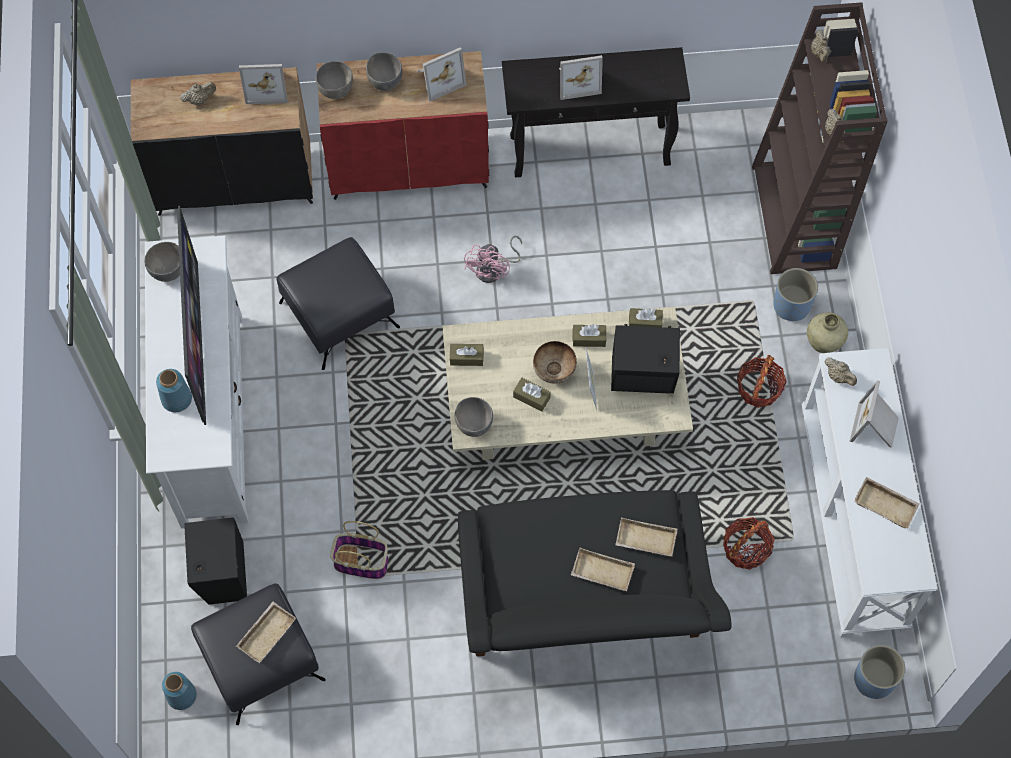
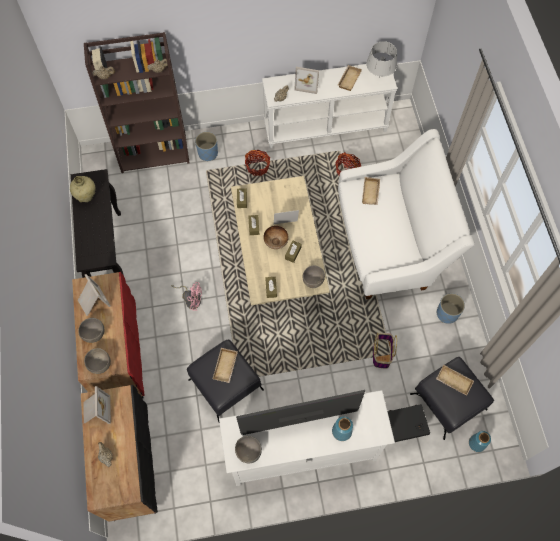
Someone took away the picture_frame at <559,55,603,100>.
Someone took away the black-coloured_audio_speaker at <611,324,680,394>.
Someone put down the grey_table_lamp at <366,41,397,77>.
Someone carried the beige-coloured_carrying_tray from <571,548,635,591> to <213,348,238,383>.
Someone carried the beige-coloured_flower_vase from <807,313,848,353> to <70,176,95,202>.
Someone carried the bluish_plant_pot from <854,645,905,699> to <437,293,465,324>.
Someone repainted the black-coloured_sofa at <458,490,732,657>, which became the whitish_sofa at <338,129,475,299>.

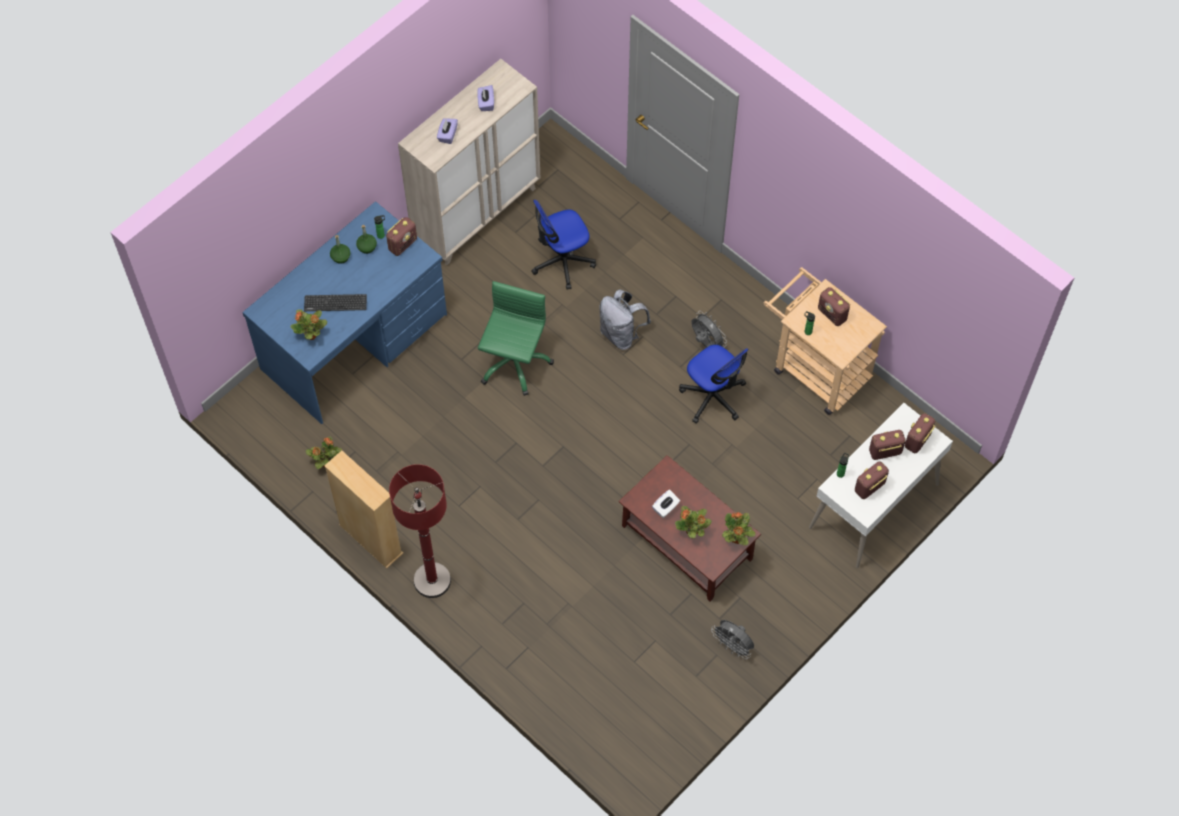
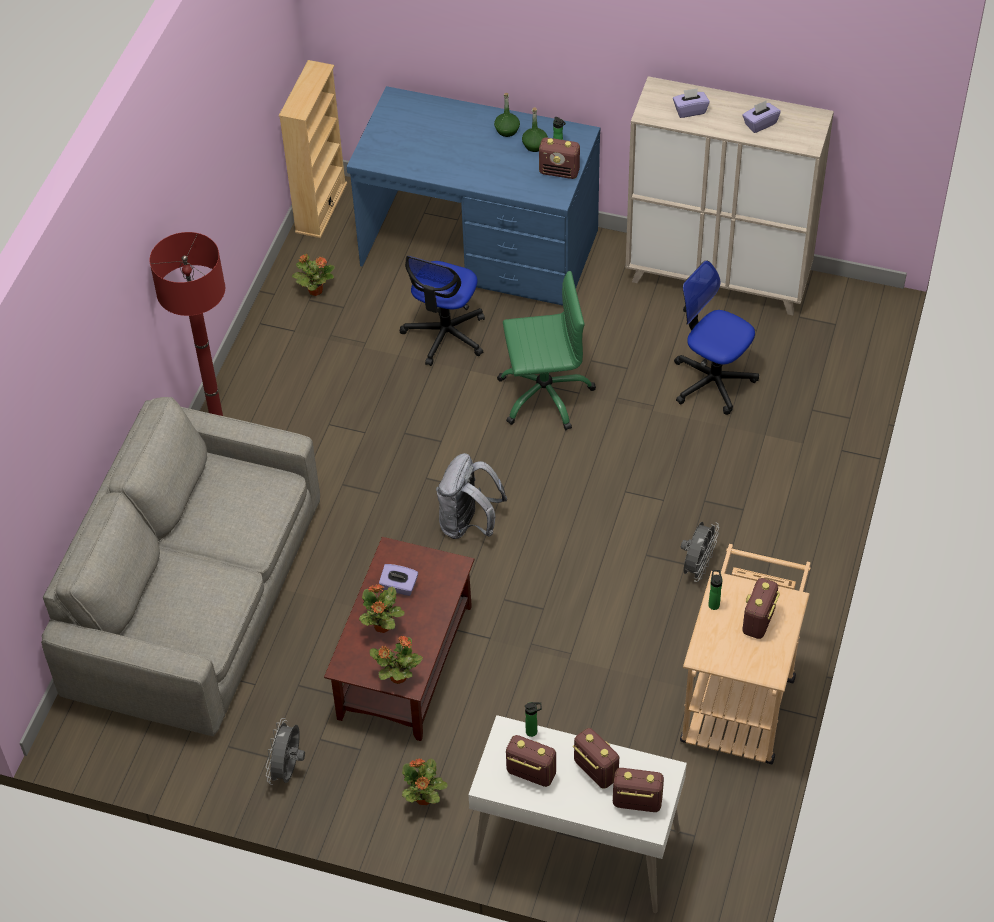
Someone took away the keyboard at <304,294,367,311>.
Someone put down the grey_sofa at <41,397,320,736>.
Someone carried the potted_plant from <291,309,327,340> to <402,758,448,805>.
Someone carried the beige-coloured_bookcase from <324,450,403,569> to <279,60,347,238>.
Someone carried the grey_backpack from <599,290,651,350> to <436,453,507,539>.
Someone carried the office_chair from <679,345,748,424> to <400,256,485,366>.
Someone repainted the whitish_box_of_tissues at <652,490,680,518>, which became the purple_box_of_tissues at <379,564,418,596>.

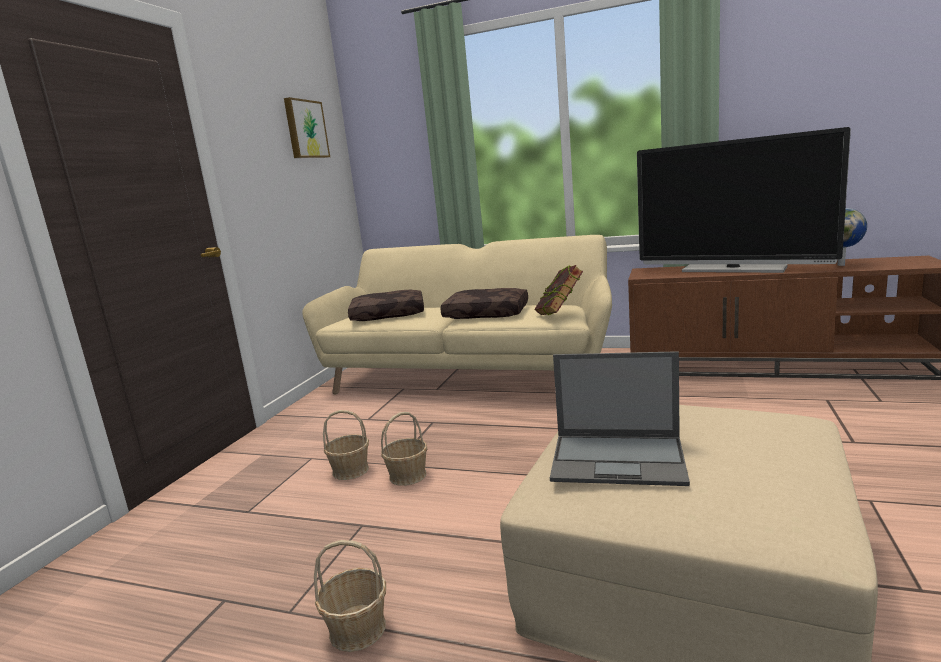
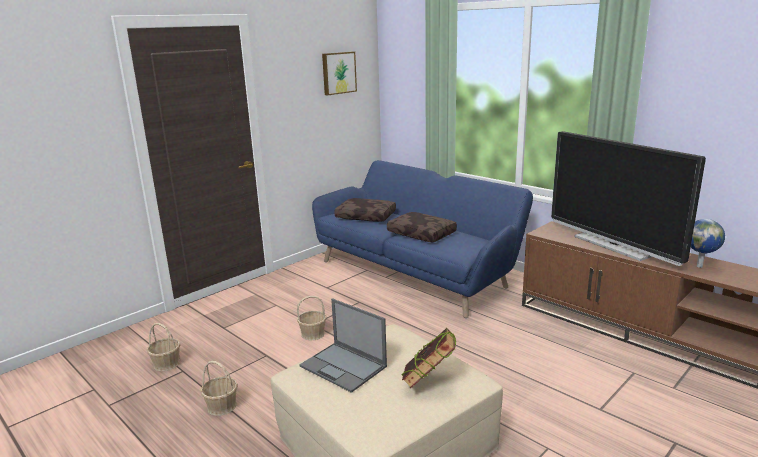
Someone carried the household_basket from <323,410,369,480> to <147,323,180,371>.
Someone carried the volume from <534,265,583,315> to <402,328,456,389>.
Someone repainted the beige-coloured_sofa at <302,235,612,395>, which became the bluish_sofa at <312,160,533,318>.

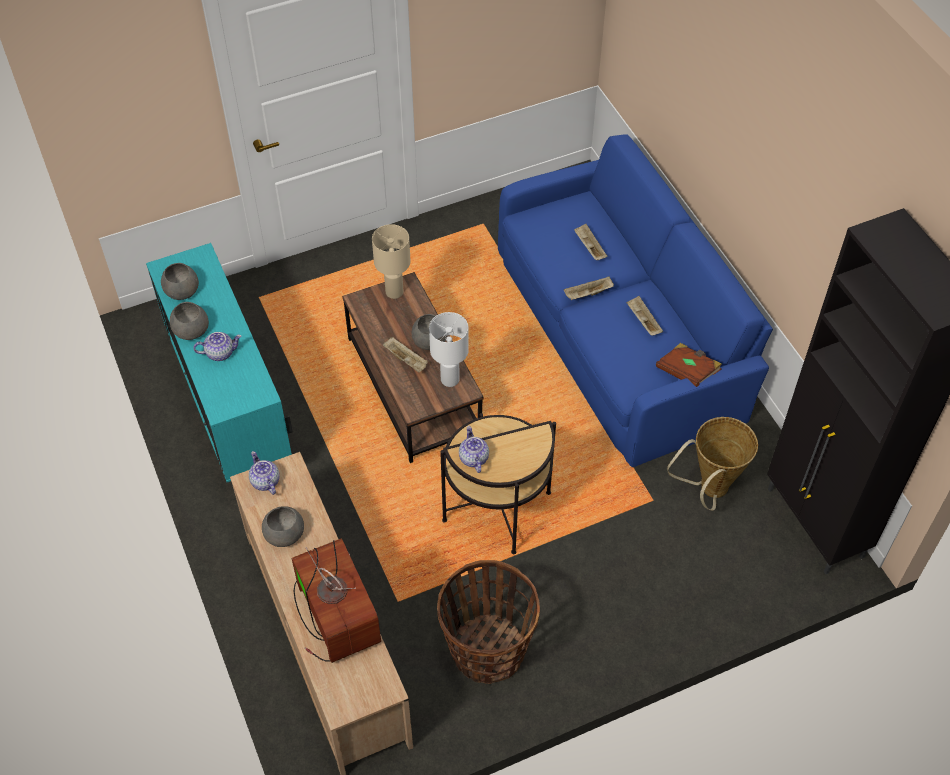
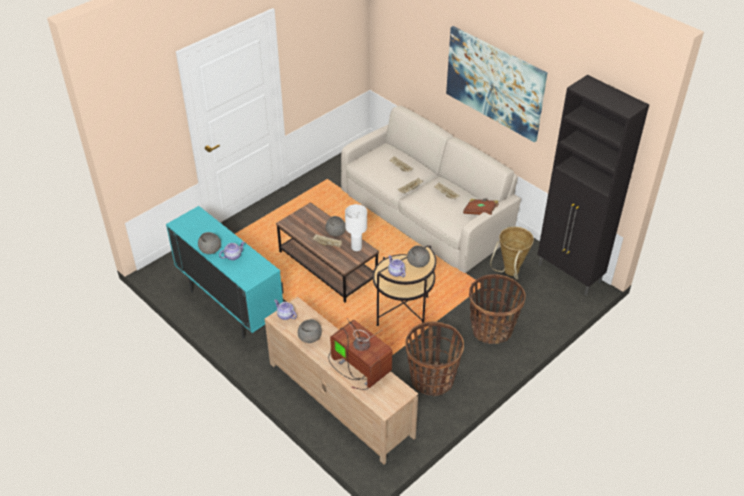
Someone took away the beige-coloured_table_lamp at <372,224,411,299>.
Someone put up the picture at <446,26,547,142>.
Someone put down the household_basket at <469,274,526,344>.
Someone carried the grey_deep_dish from <161,263,199,300> to <407,245,430,268>.
Someone repainted the bluish_sofa at <498,134,773,467>, which became the beige-coloured_sofa at <341,106,521,273>.

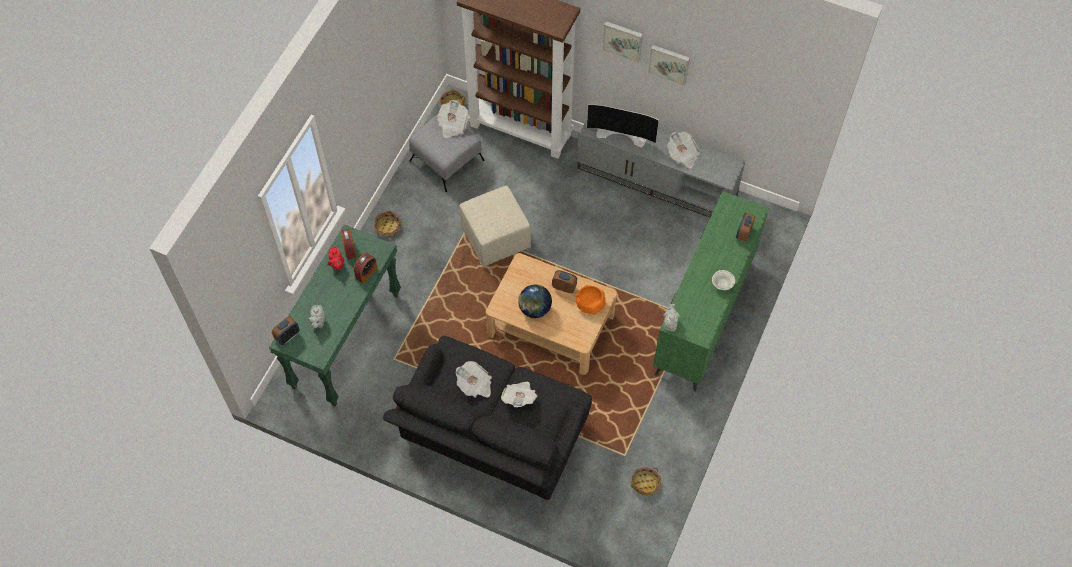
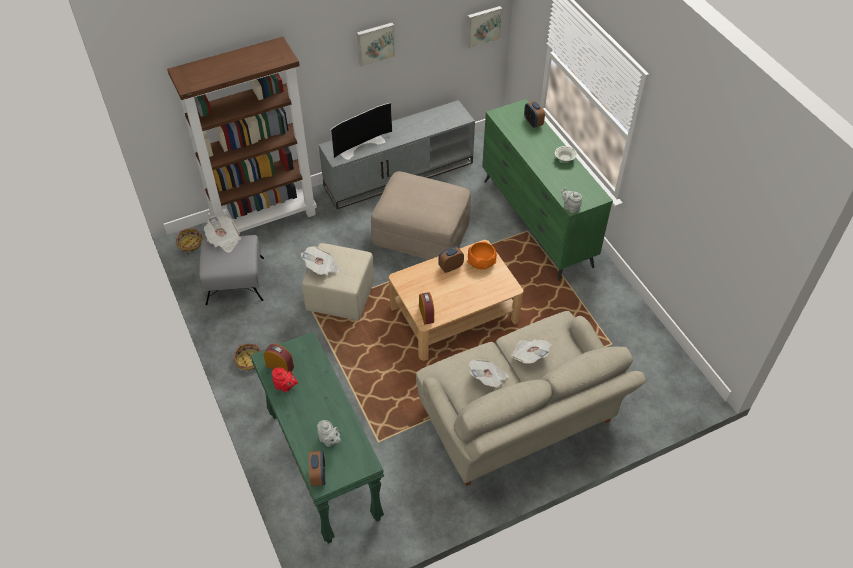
Someone took away the world_globe at <518,285,552,318>.
Someone took away the household_basket at <631,467,661,496>.
Someone put down the beige-coloured_pouffe at <371,171,471,259>.
Someone carried the table_clock from <354,253,378,283> to <419,292,434,325>.
Someone carried the picture from <602,21,643,63> to <467,6,502,48>.
Someone carried the printed_paper from <667,132,700,169> to <301,246,340,275>.
Someone repainted the black-coloured_sofa at <383,336,592,501>, which became the beige-coloured_sofa at <416,311,646,486>.

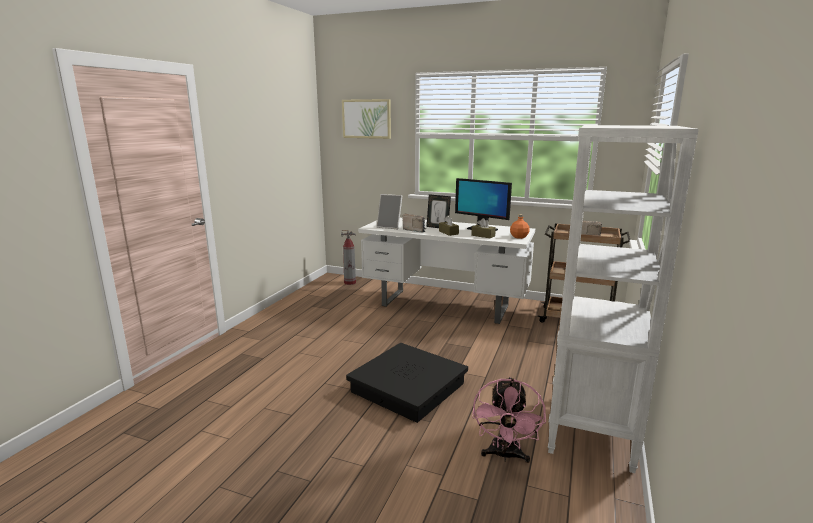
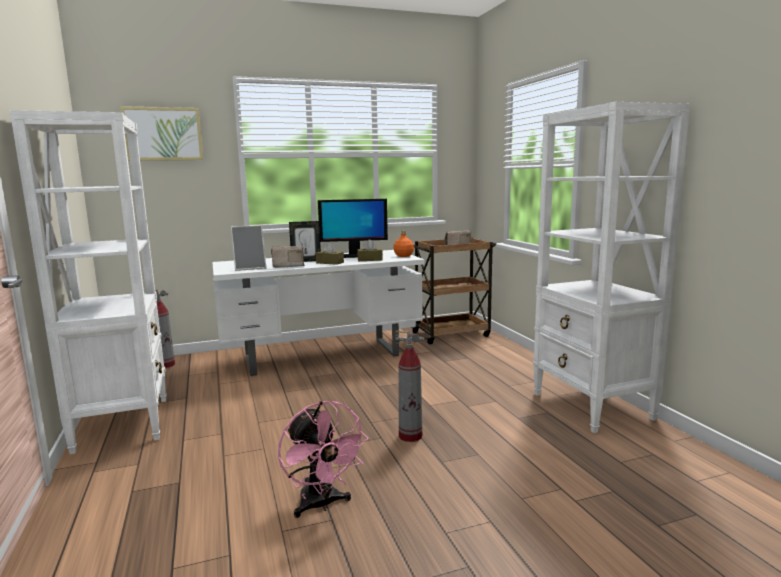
Someone put down the whitish_bookcase at <10,110,167,454>.
Someone carried the pinkish_fan from <472,377,546,463> to <278,401,369,518>.
Someone swapped the black-coloured_storage_box at <346,343,468,423> for the extinguisher at <395,331,424,442>.

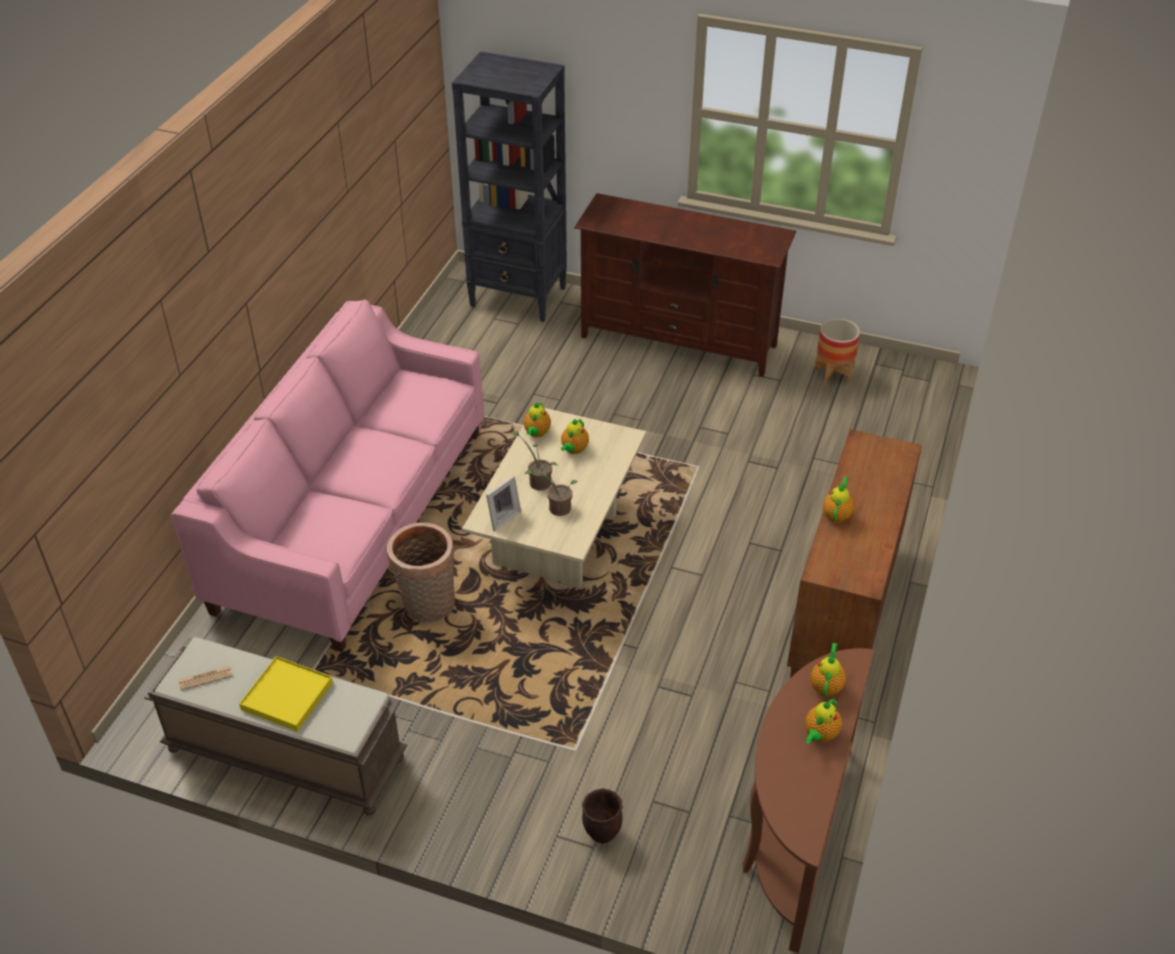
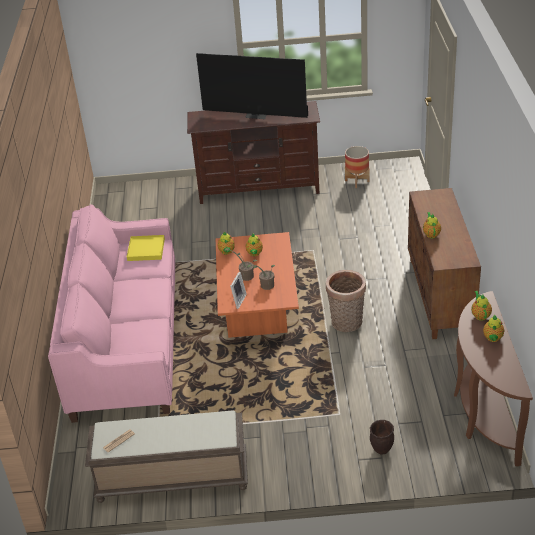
Someone took away the black-coloured_bookcase at <452,51,567,322>.
Someone put down the TV_set at <196,53,308,119>.
Someone carried the yellowish_carrying_tray from <239,656,333,732> to <127,235,165,261>.
Someone carried the household_basket from <387,523,455,623> to <326,270,366,332>.
Someone repainted the beige-coloured_coffee_table at <462,408,646,587>, which became the orangey_coffee_table at <216,232,299,338>.

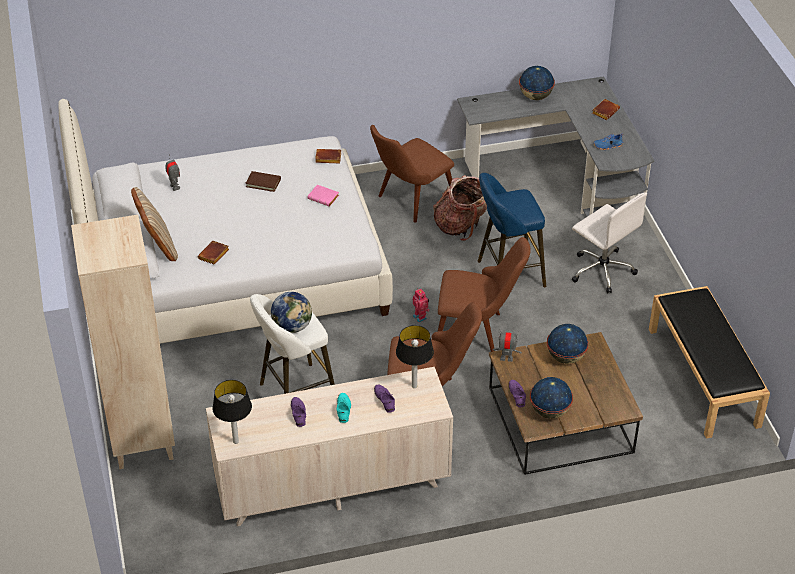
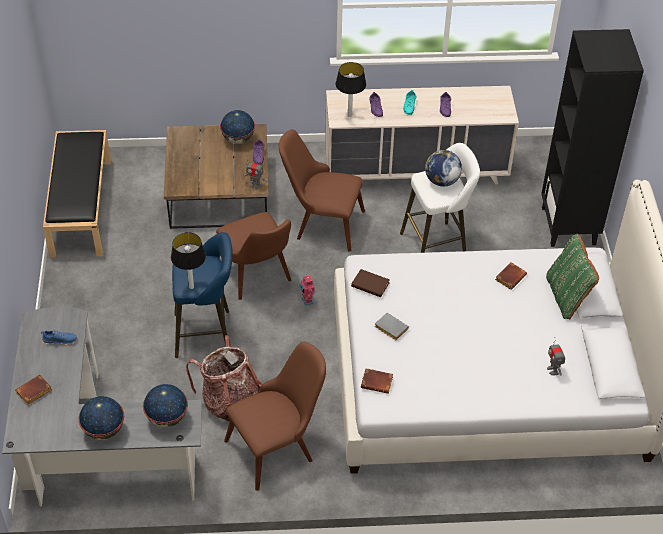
Someone took away the whitish_office_chair at <572,193,647,293>.
Someone carried the table_lamp from <212,380,252,444> to <171,232,206,289>.
Someone carried the brownish_volume from <245,171,281,192> to <351,269,390,297>.
Someone carried the world_globe from <547,324,589,364> to <143,384,188,427>.
Someone repainted the beige-coloured_bookcase at <71,215,175,469>, which became the black-coloured_bookcase at <541,29,644,247>.
Someone repainted the beige-coloured_throw_pillow at <131,187,178,261>, which became the green_throw_pillow at <546,234,599,320>.
Someone repainted the pinkish_volume at <308,185,339,207>, which became the grey_volume at <374,313,409,340>.
Someone rotated the brownish_chair at <437,237,531,352> by 135 degrees counterclockwise.

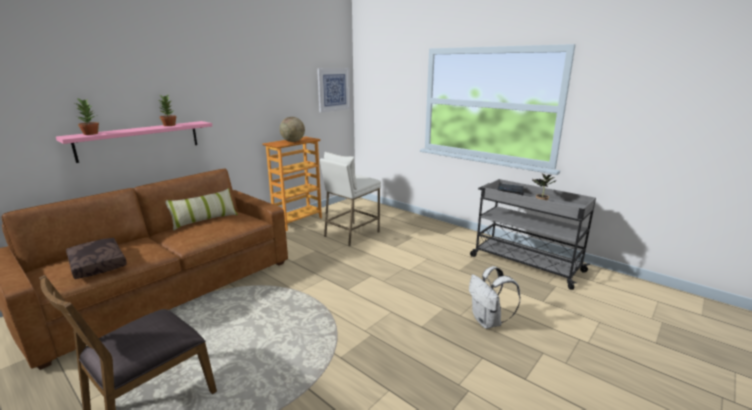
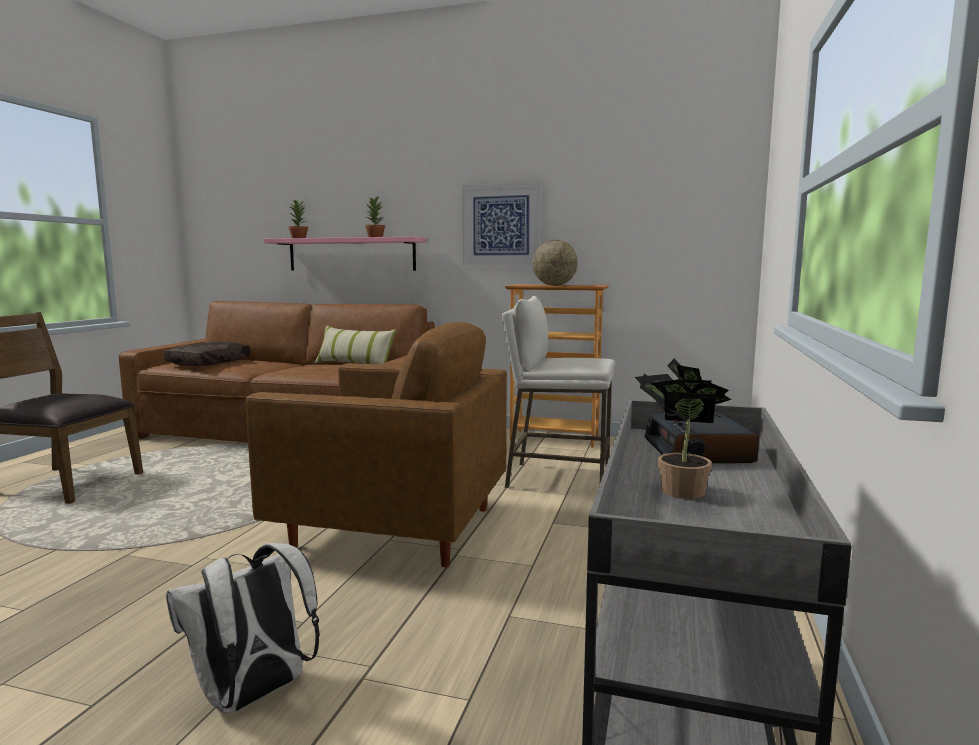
Someone put down the brownish_easy_chair at <246,322,507,567>.
Someone carried the picture from <317,68,350,113> to <463,183,541,266>.

